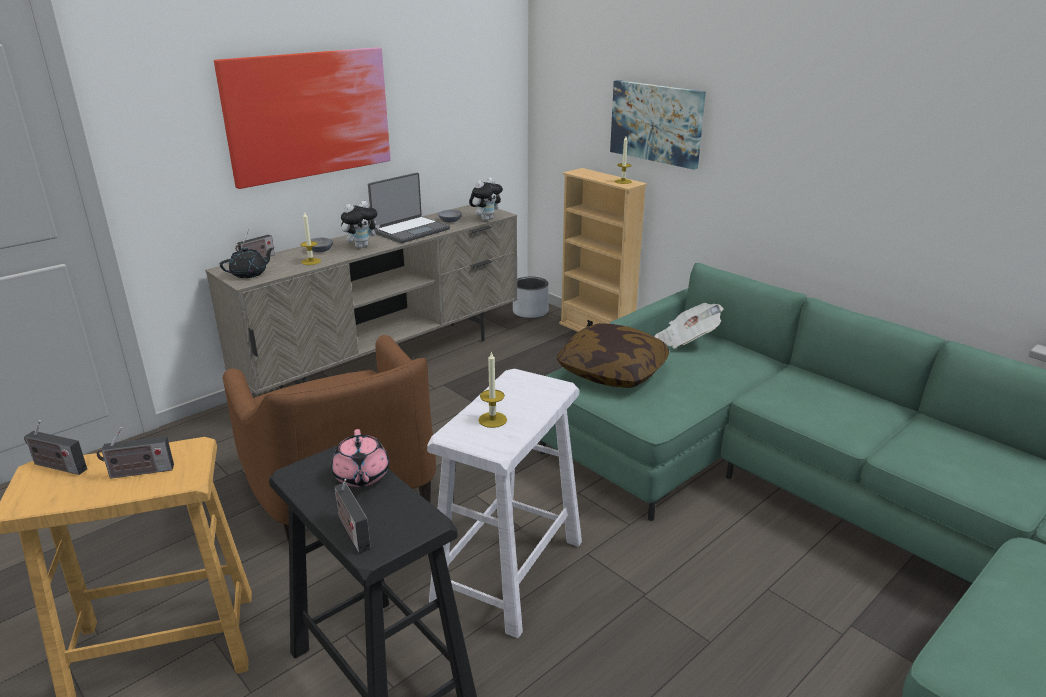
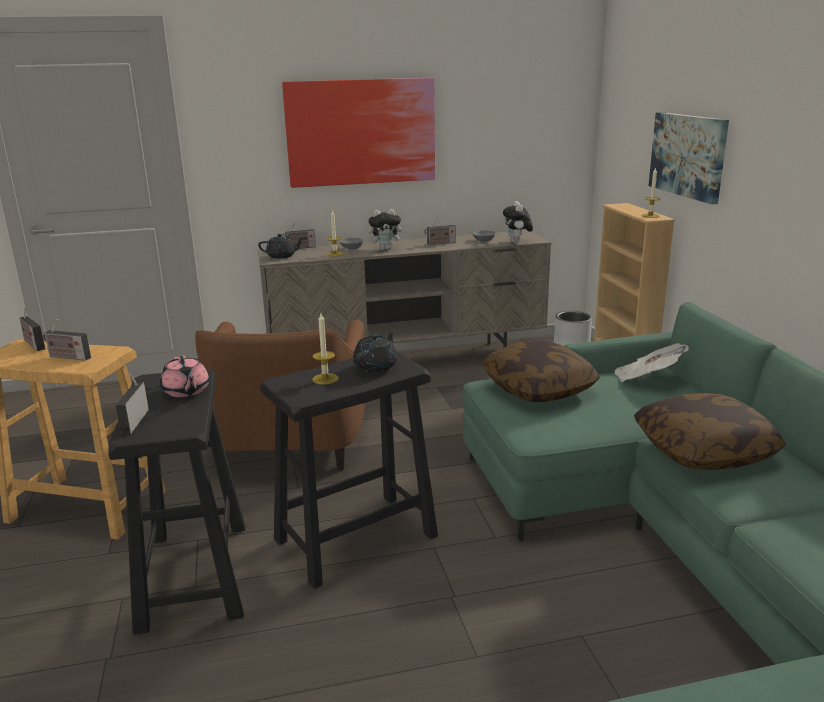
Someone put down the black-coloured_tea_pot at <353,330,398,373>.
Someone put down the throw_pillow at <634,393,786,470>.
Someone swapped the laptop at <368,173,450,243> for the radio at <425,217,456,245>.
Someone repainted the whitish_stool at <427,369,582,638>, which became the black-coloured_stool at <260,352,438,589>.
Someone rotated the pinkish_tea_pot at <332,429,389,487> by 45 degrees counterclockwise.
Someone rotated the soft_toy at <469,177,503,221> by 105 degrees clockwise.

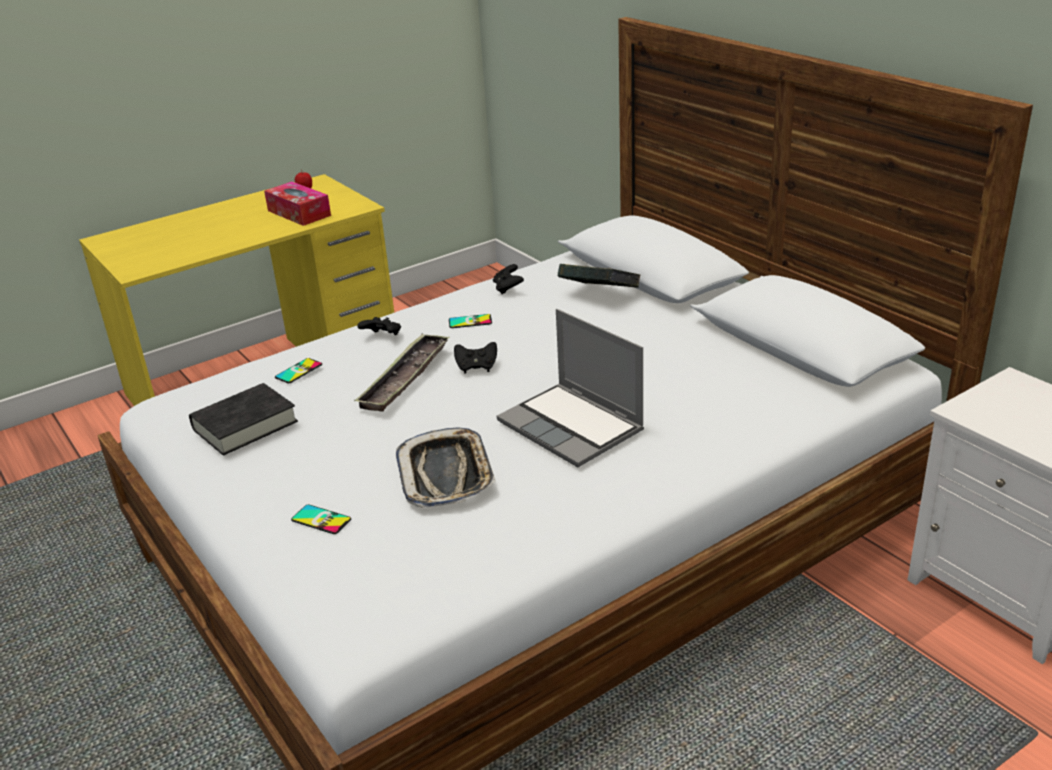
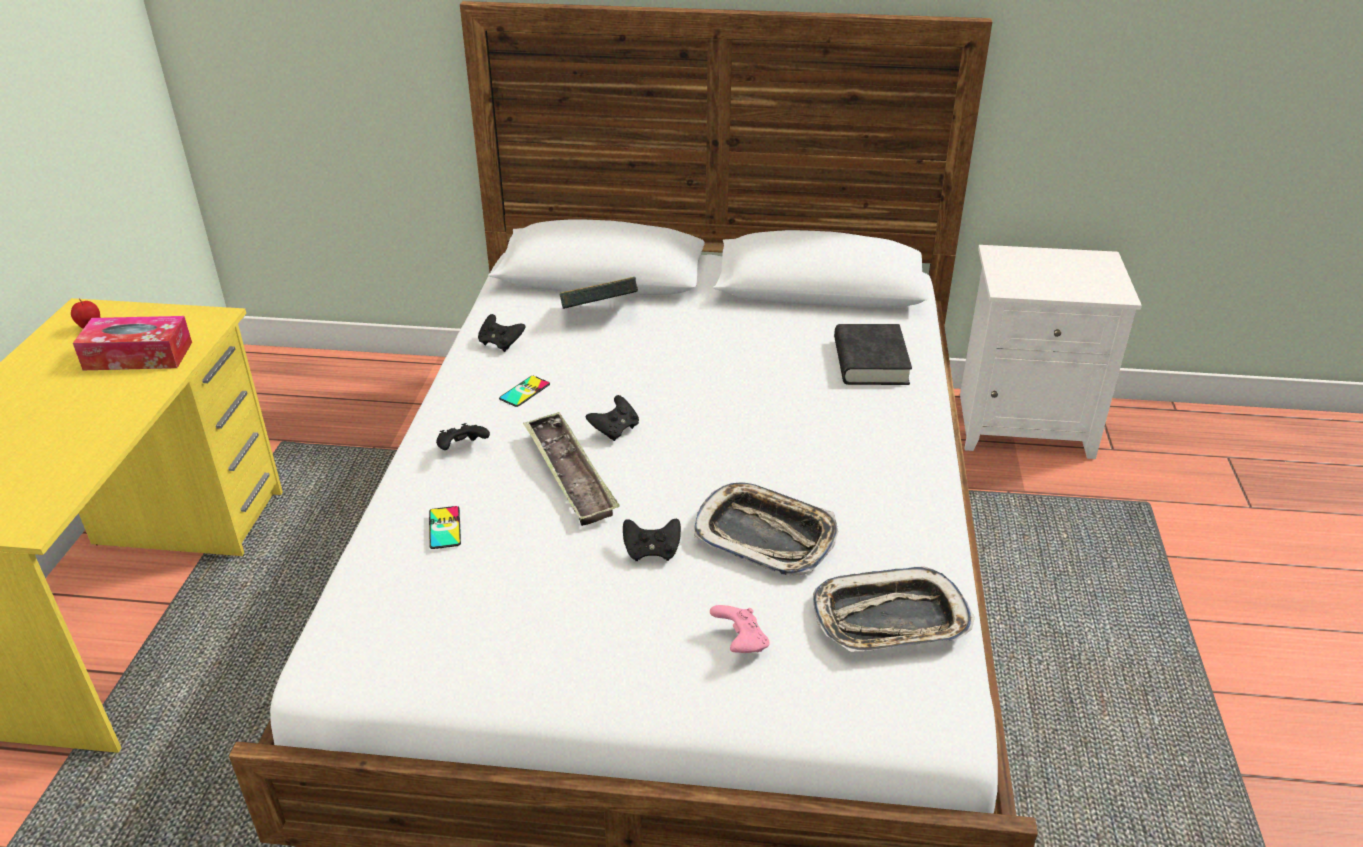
Someone took away the laptop at <497,309,644,467>.
Someone put down the black-coloured_game_controller at <623,519,681,561>.
Someone put down the carrying_tray at <813,567,975,652>.
Someone carried the black-coloured_volume from <189,383,298,455> to <834,324,912,385>.
Someone swapped the phone at <291,505,351,534> for the pinkish_game_controller at <710,605,770,653>.

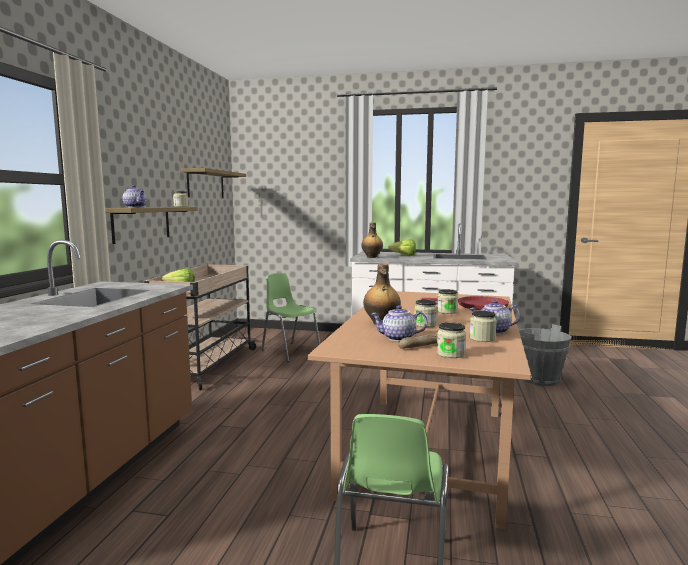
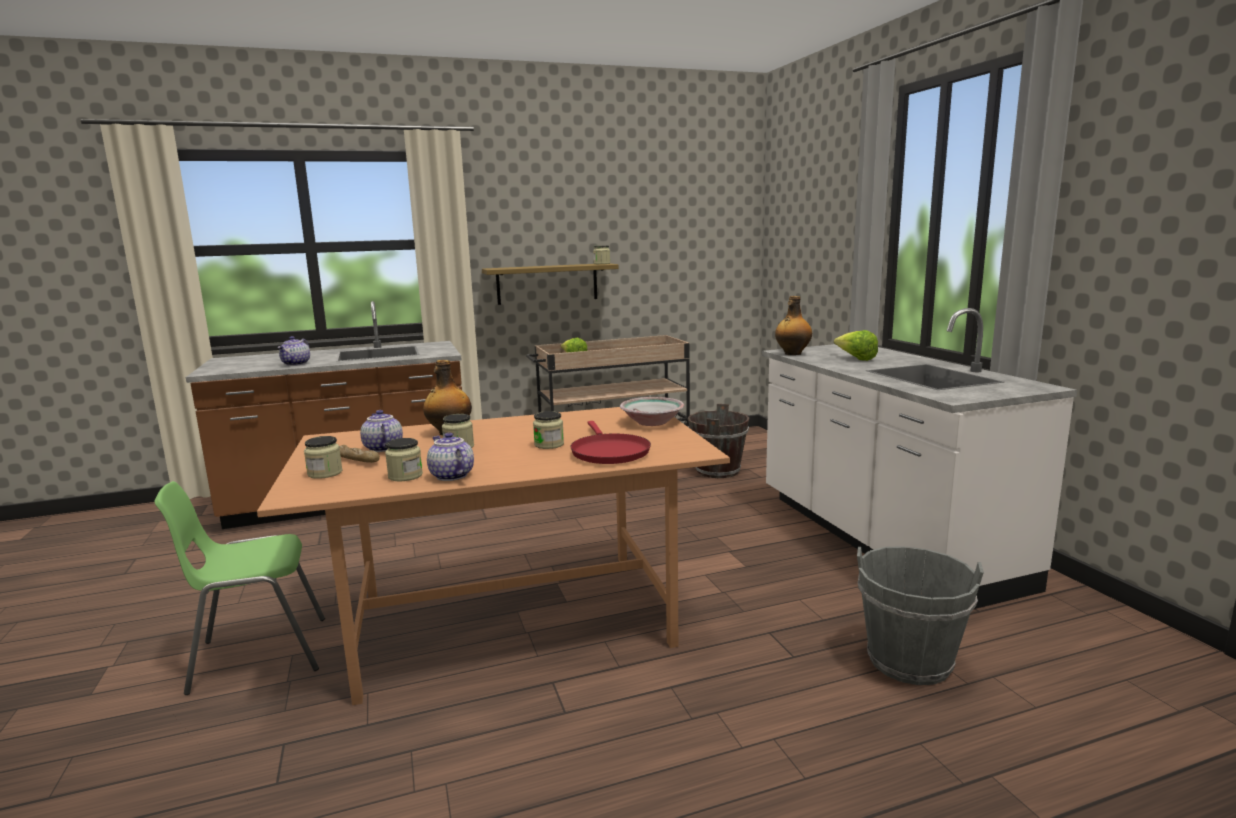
Someone took away the shelf at <181,168,246,198>.
Someone put down the deep_dish at <620,397,684,426>.
Someone carried the tea_pot from <123,185,147,208> to <277,336,310,366>.
Someone swapped the green_chair at <261,273,320,362> for the brownish_water_bucket at <688,404,749,478>.

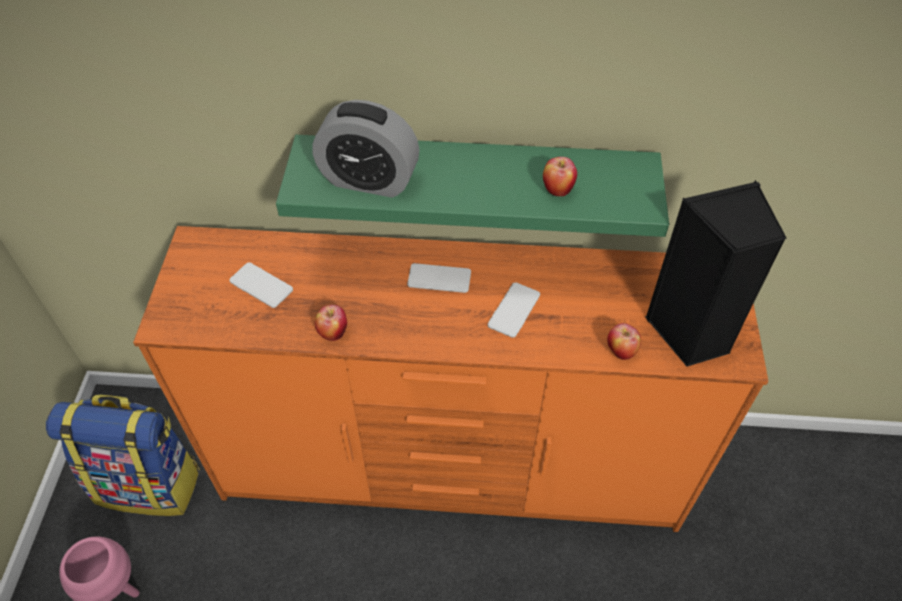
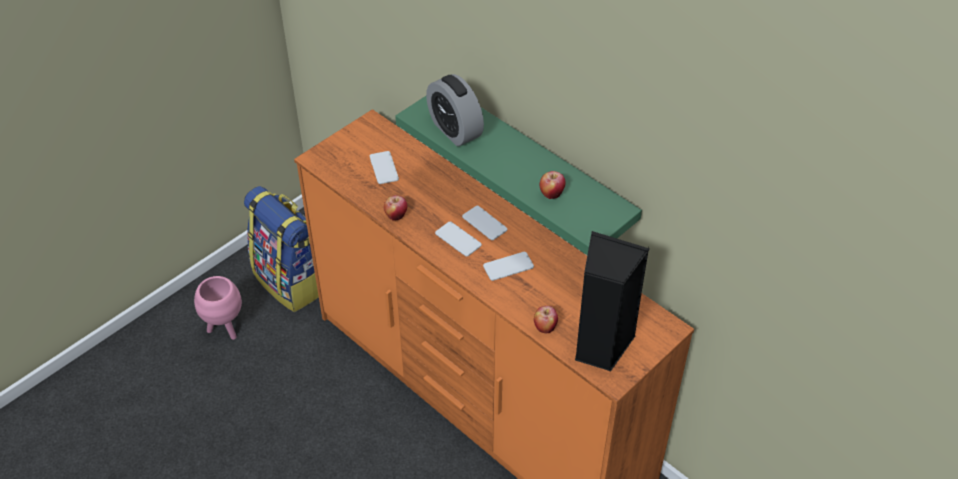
Someone put down the phone at <435,222,482,256>.

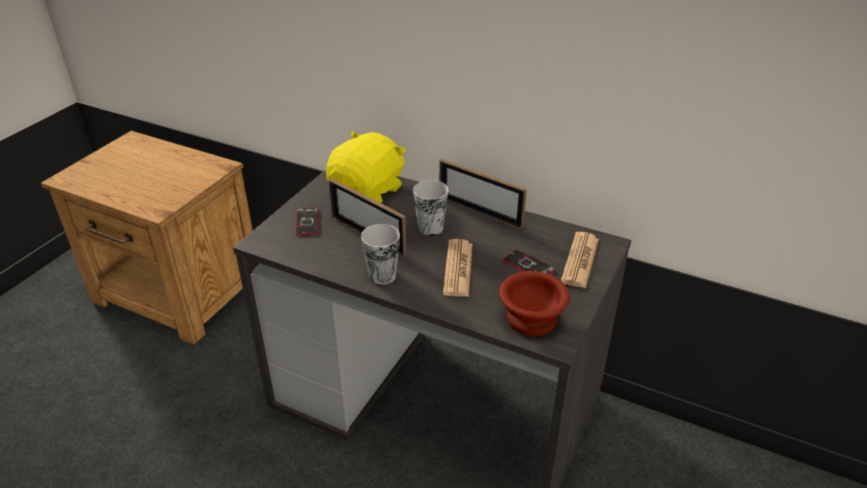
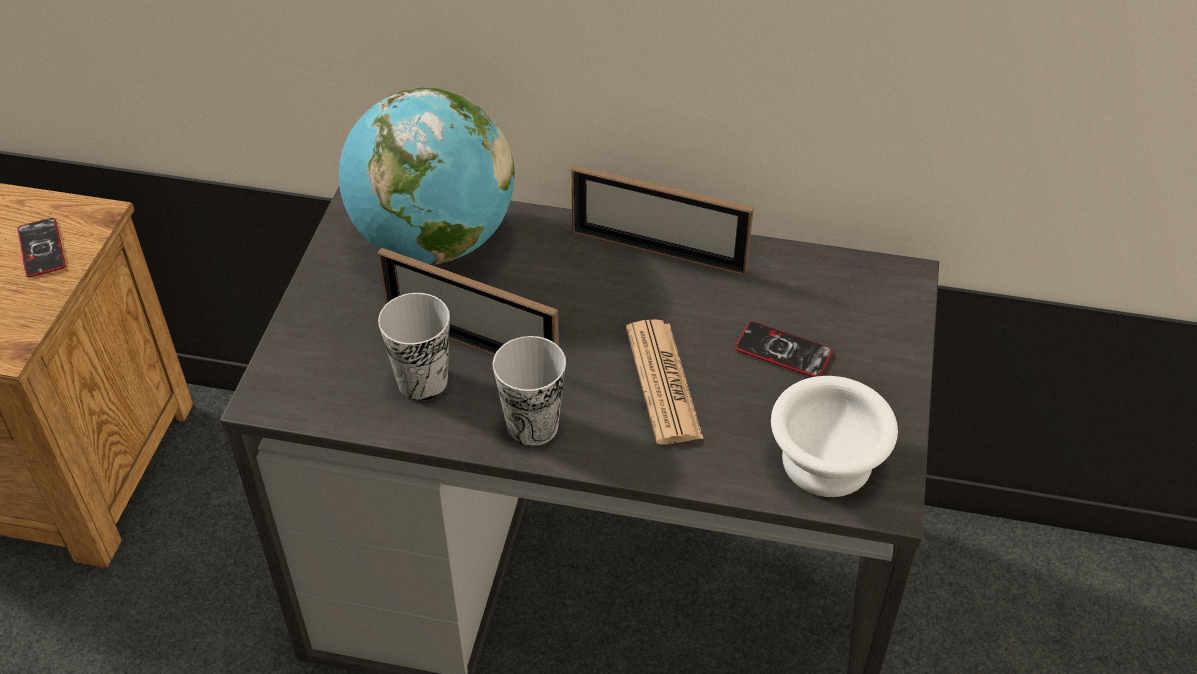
Someone took away the printed_paper at <561,232,599,288>.
Someone carried the phone from <296,207,319,236> to <17,218,66,277>.
Someone carried the drinking_cup from <413,180,448,236> to <378,293,450,401>.
Someone swapped the yellowish_soft_toy at <326,131,406,203> for the world_globe at <339,88,515,265>.
Someone repainted the brownish_deep_dish at <499,271,570,336>, which became the whitish_deep_dish at <771,376,898,497>.

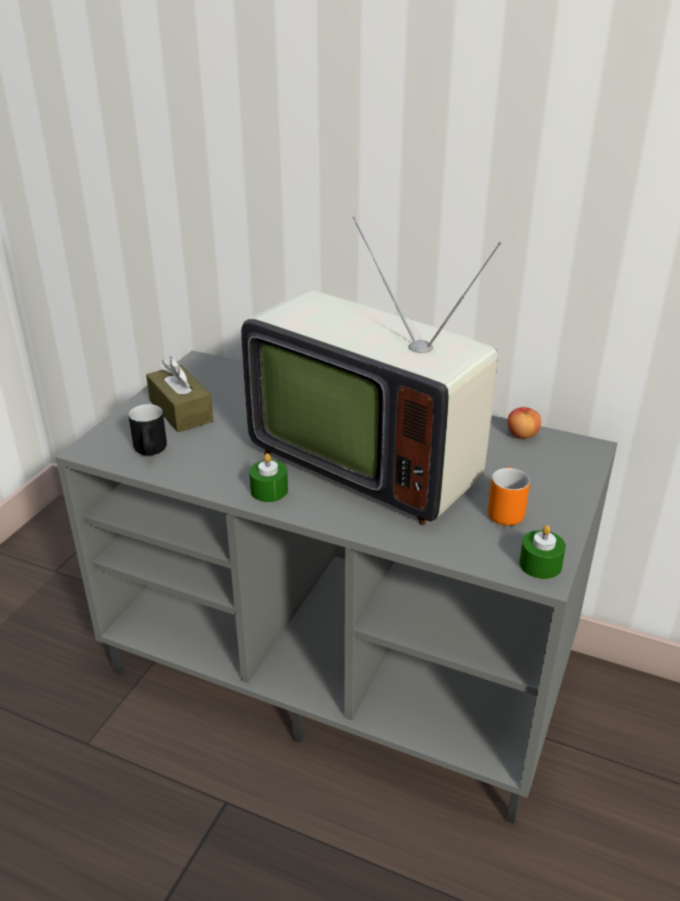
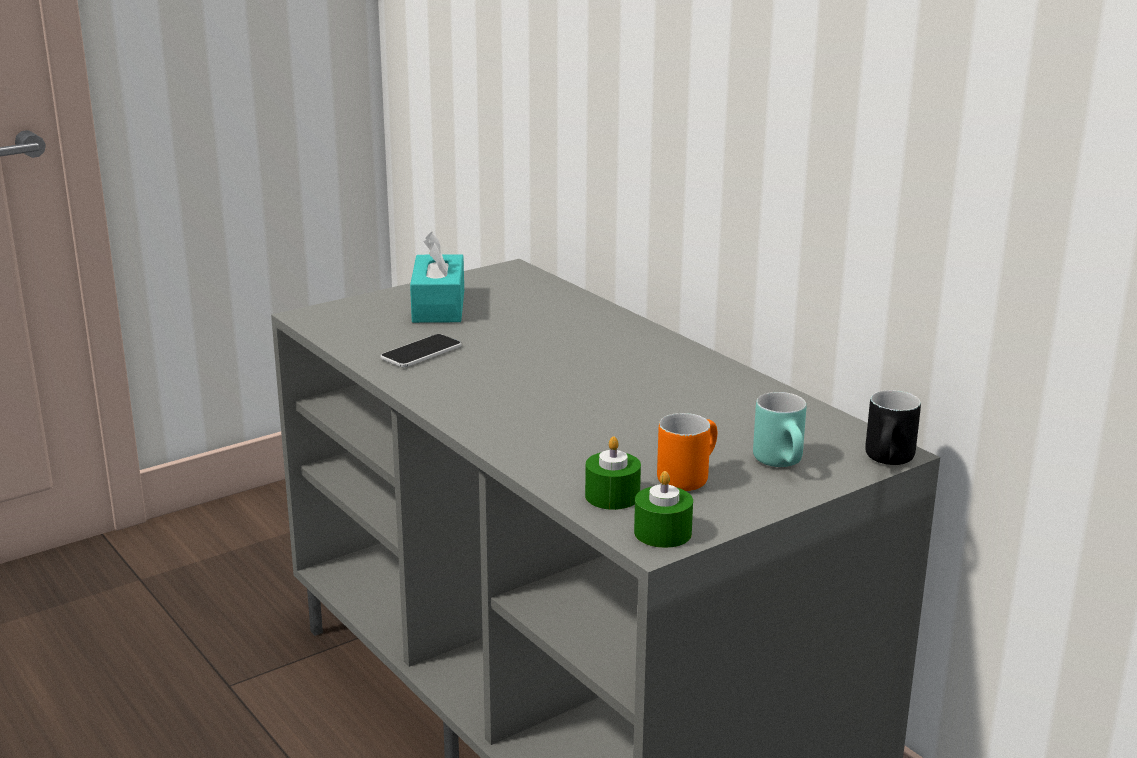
Someone took away the TV_set at <241,216,502,525>.
Someone took away the whole_apple at <507,406,541,439>.
Someone put down the phone at <380,334,461,367>.
Someone put down the blue-green_coffee_mug at <753,392,806,467>.
Someone carried the black-coloured_coffee_mug from <129,404,167,456> to <865,390,921,465>.
Someone carried the green_wax_light from <249,453,288,502> to <585,436,641,510>.
Someone repainted the brownish_box_of_tissues at <146,356,213,432>, which became the blue-green_box_of_tissues at <410,232,464,323>.

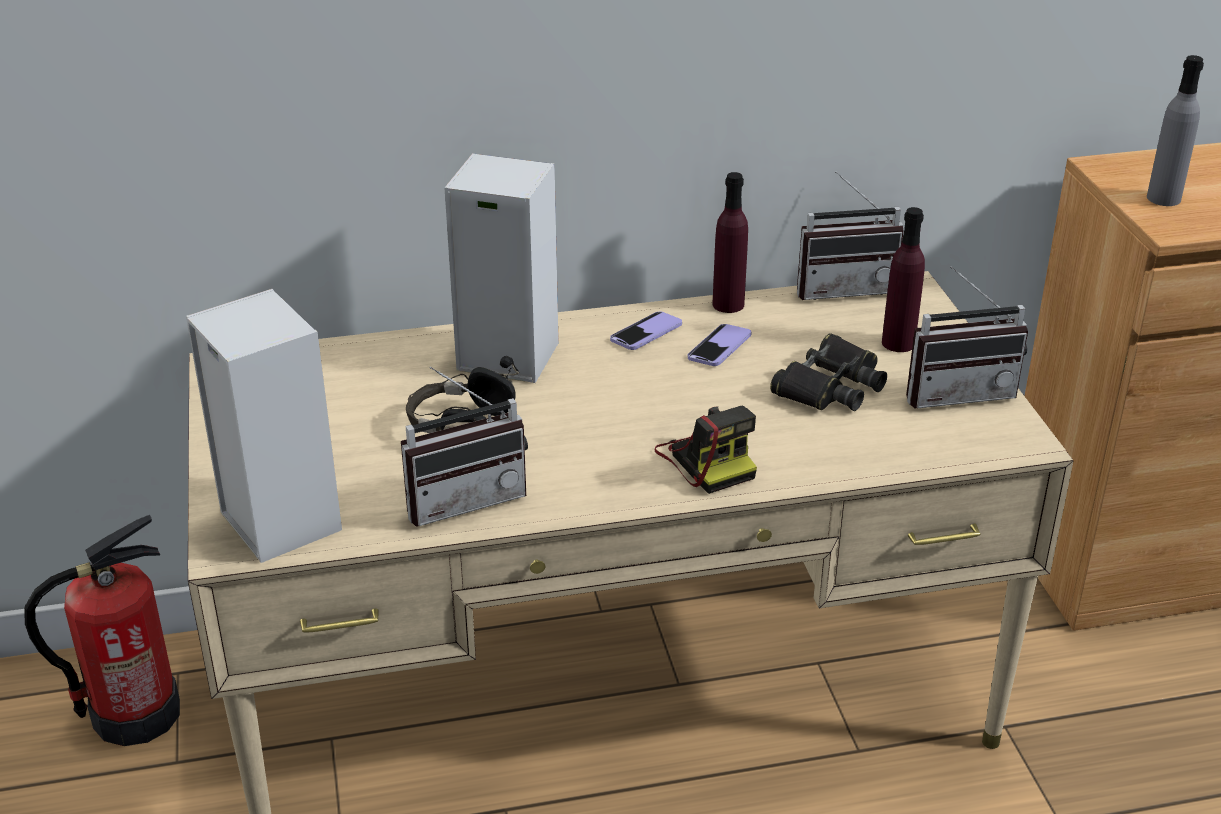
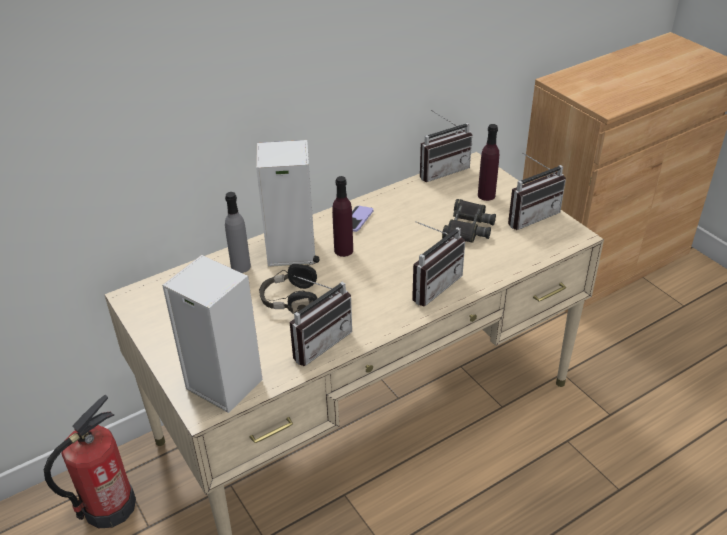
Someone took away the phone at <688,324,751,366>.
Someone carried the purple_bottle from <712,172,748,313> to <332,176,353,257>.
Someone carried the grey_bottle from <1147,55,1204,206> to <225,192,251,273>.
Someone swapped the still_camera at <655,406,757,494> for the radio at <412,222,465,306>.

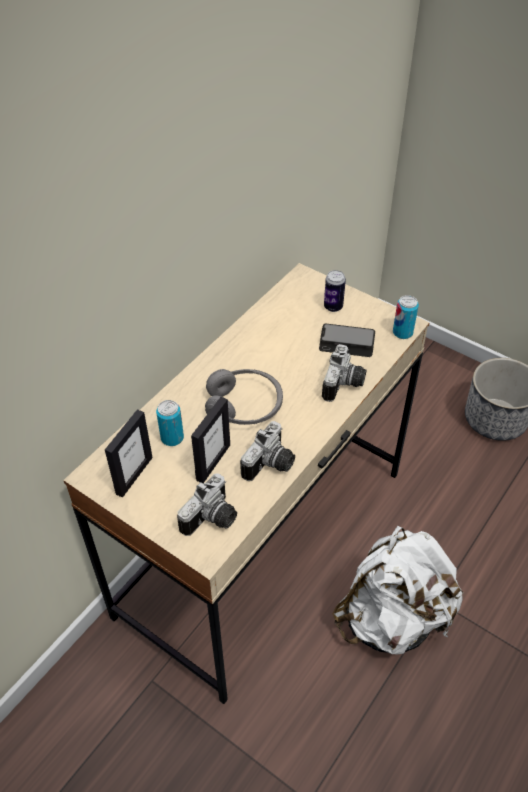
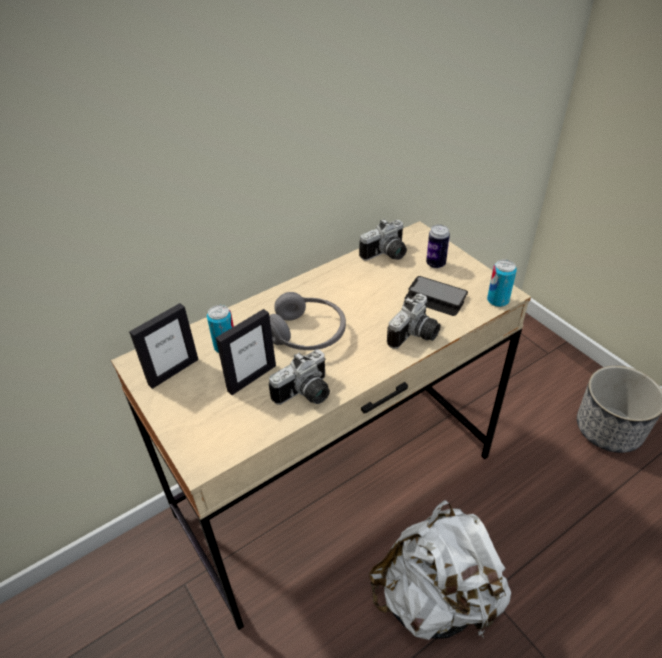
Someone carried the still_camera from <177,473,237,536> to <359,219,407,261>.

